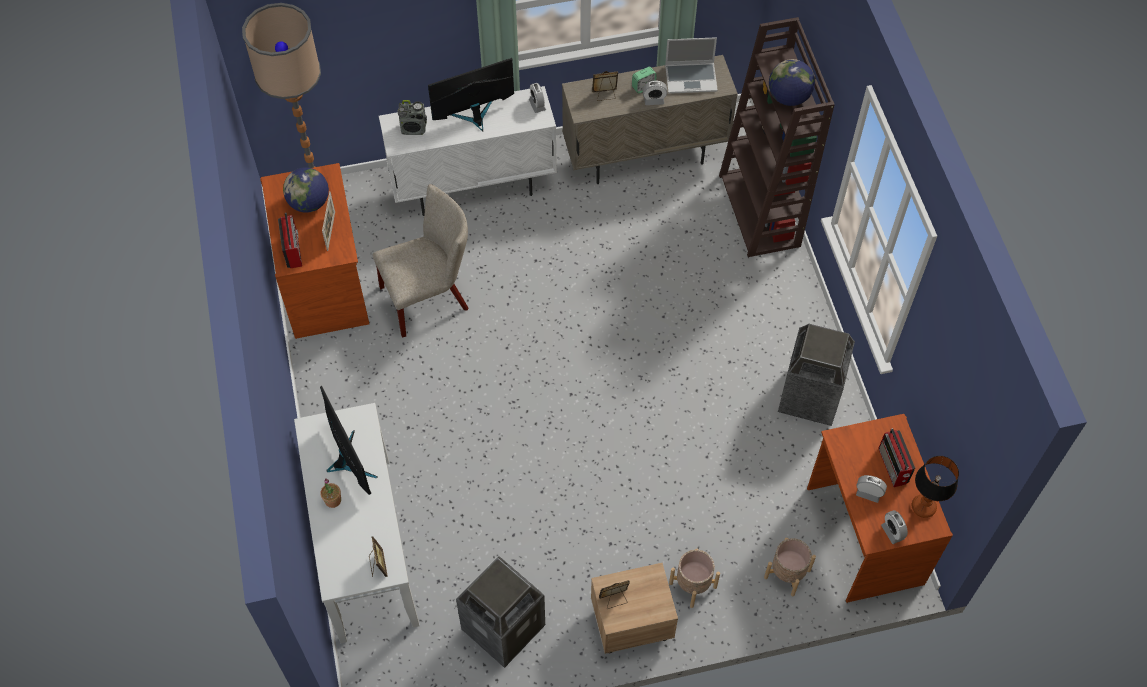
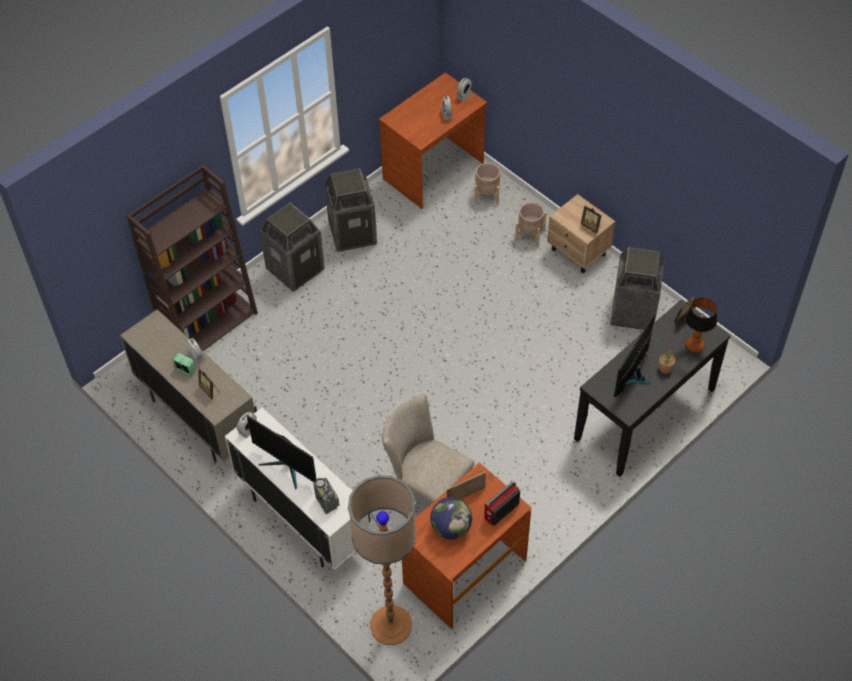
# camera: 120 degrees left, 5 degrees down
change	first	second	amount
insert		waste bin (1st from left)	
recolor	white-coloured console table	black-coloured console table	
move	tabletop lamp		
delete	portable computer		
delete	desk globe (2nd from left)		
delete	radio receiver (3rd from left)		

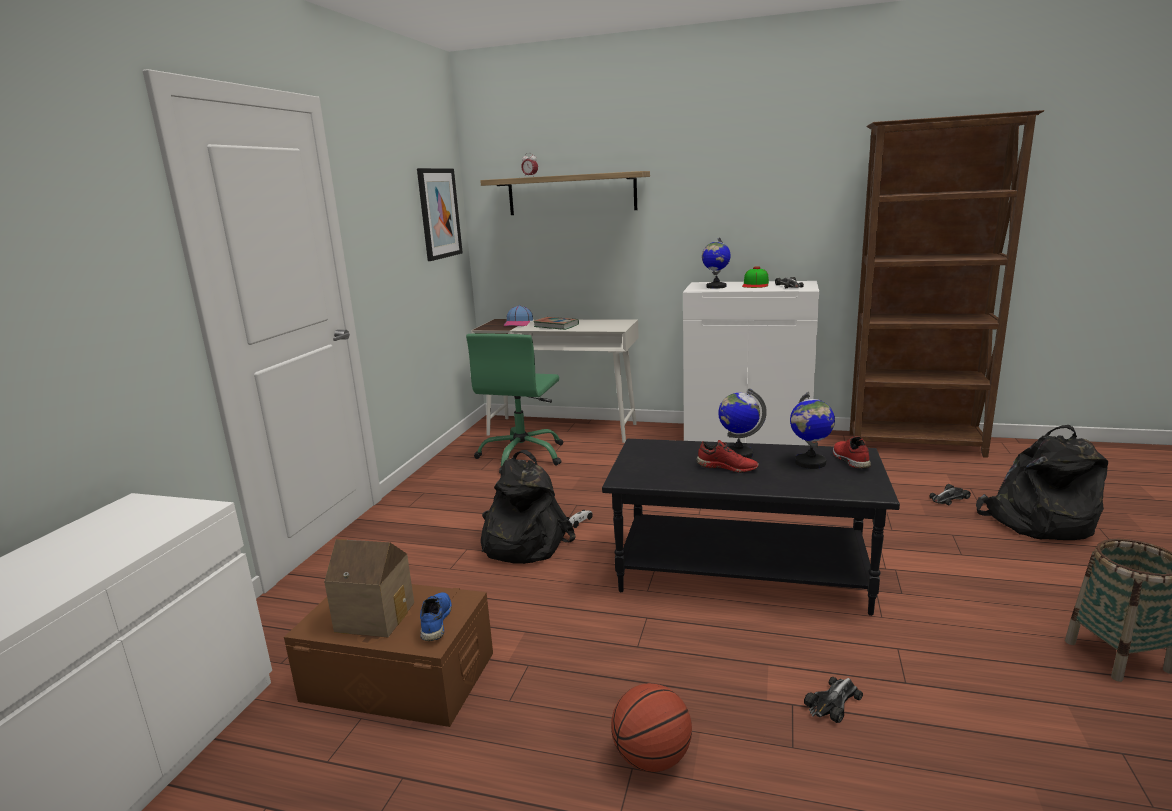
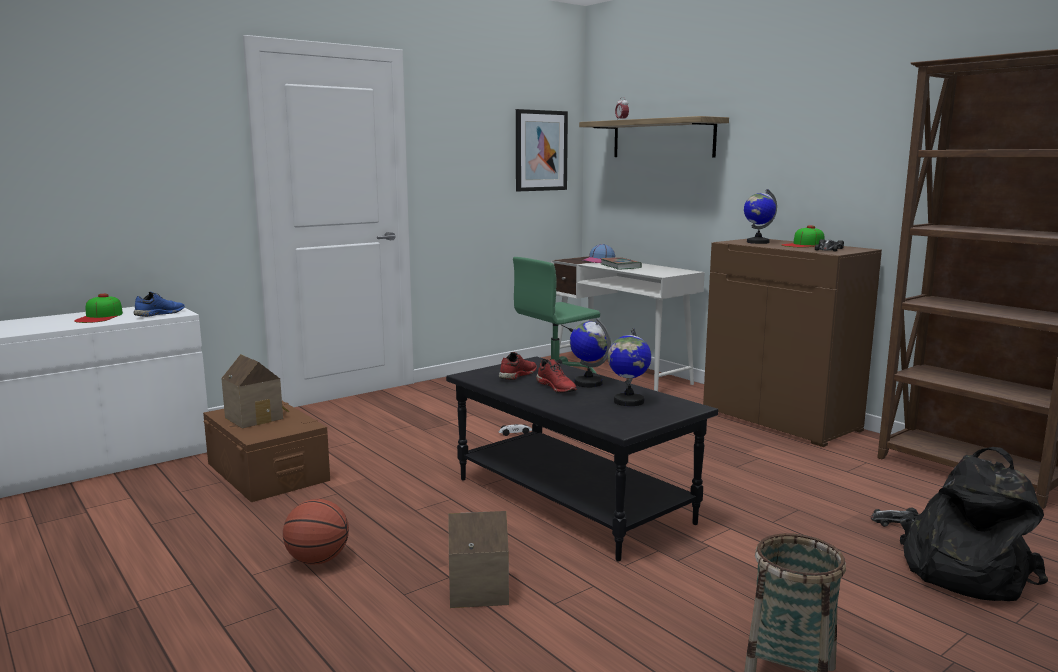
# camera: 35 degrees right, 5 degrees down
change	first	second	amount
insert		peaked cap (1st from left)	
move	bluish shoe		
replace	miniature car (3rd from left)	toy house (2nd from left)	
move	red shoe (2nd from left in the first image)	red shoe (1st from left)	
recolor	white-coloured storage cabinet	brown storage cabinet	
delete	black-coloured knapsack (1st from left)		

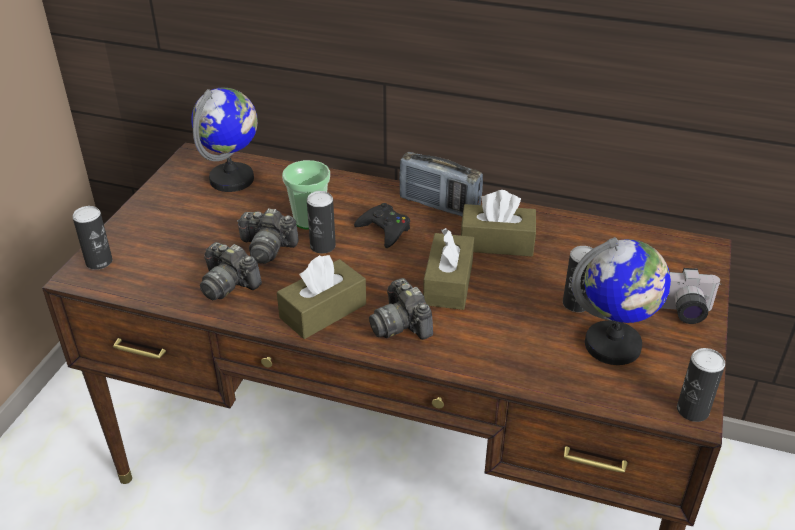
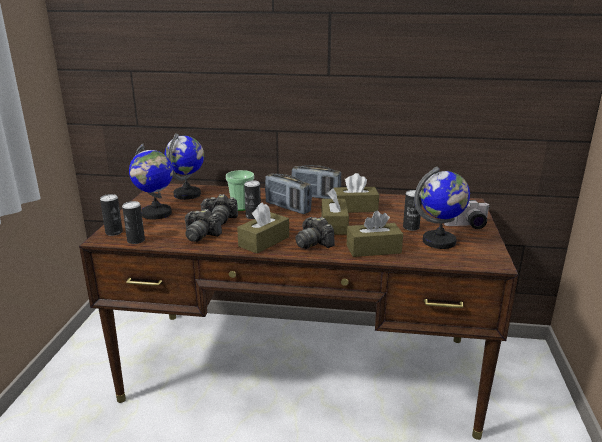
# camera: 10 degrees left, 15 degrees down
change	first	second	amount
move	sealed can (4th from left in the first image)	sealed can (2nd from left)	
insert		desk globe (1st from left)	
replace	black-coloured gamepad	radio receiver (1st from left)	
insert		brown box of tissues (4th from left)	

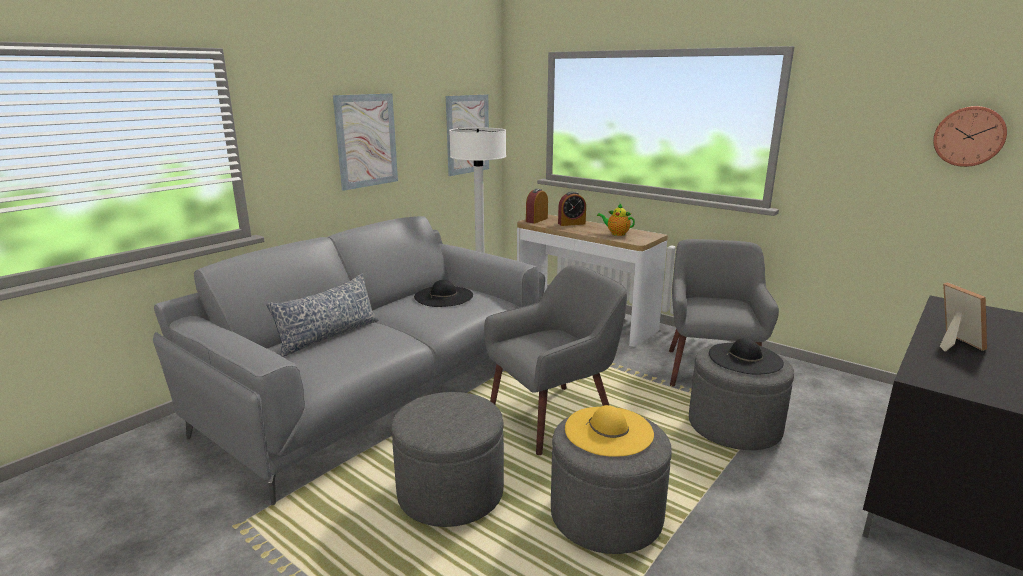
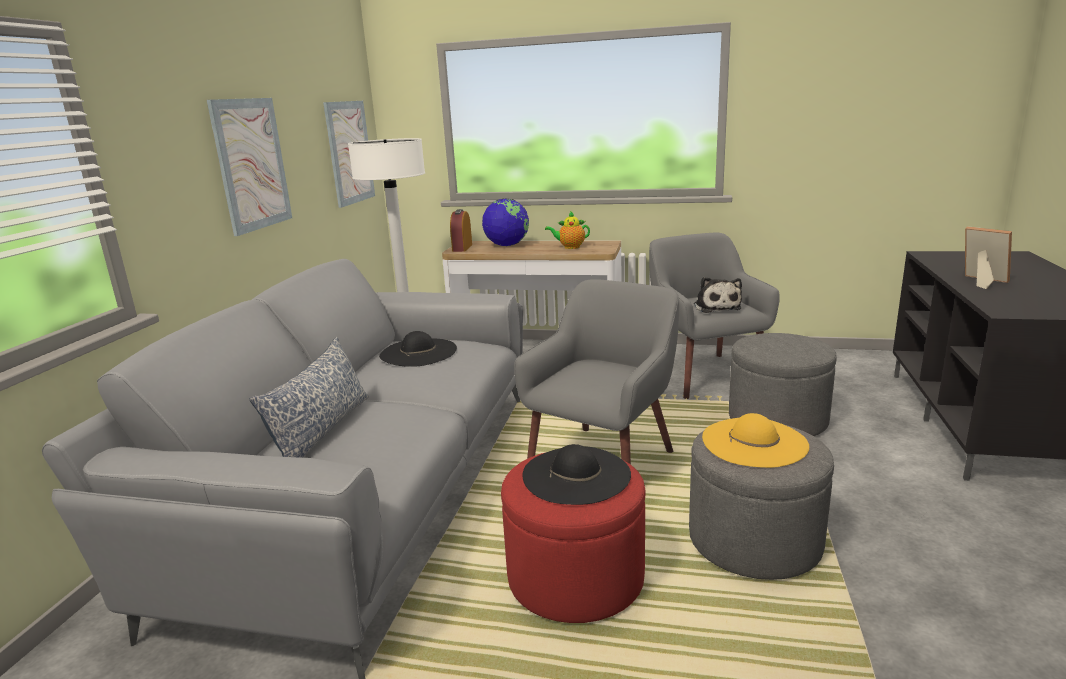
# camera: 25 degrees left, 0 degrees up
change	first	second	amount
replace	alarm clock (2nd from left)	desk globe	
recolor	gray footrest (1st from left)	red footrest	
move	black-coloured hat (2nd from left)		
insert		soft toy	
delete	clock on the wall		

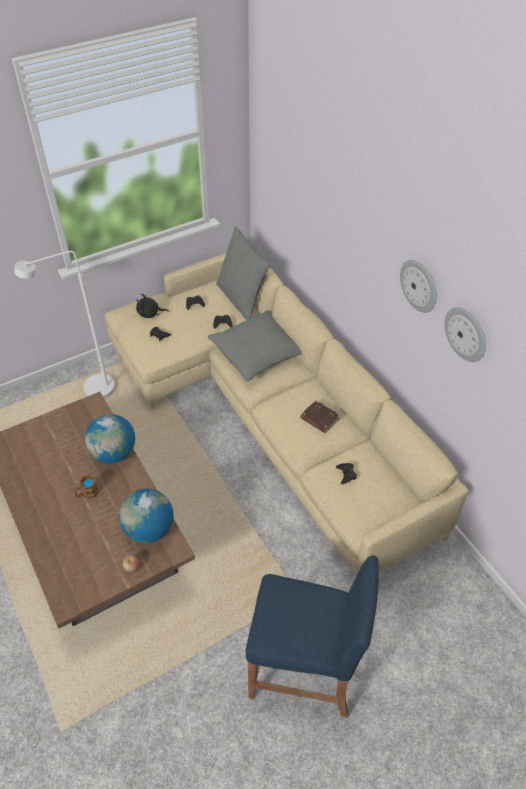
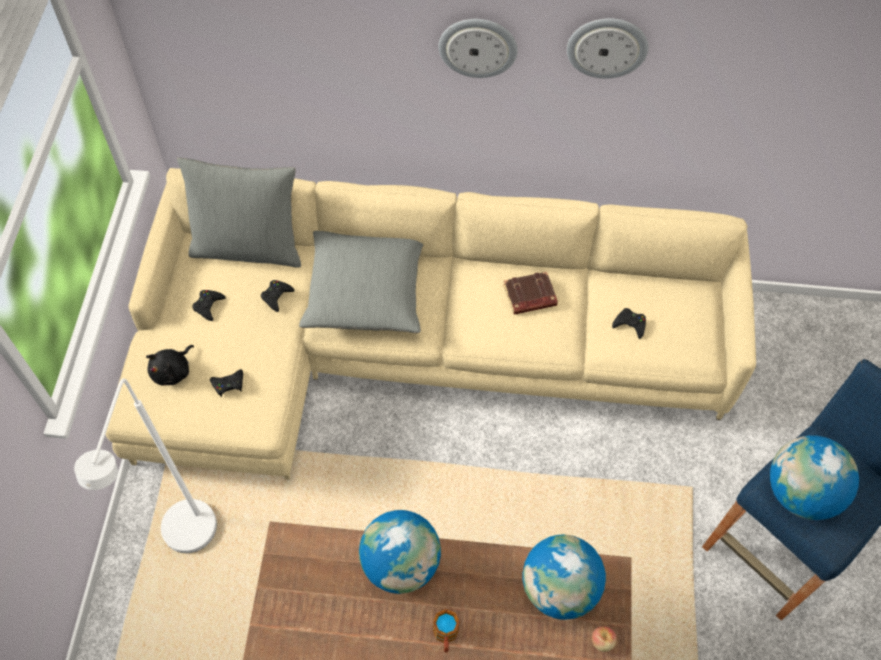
# camera: 55 degrees left, 10 degrees up
change	first	second	amount
move	clock on the wall (2nd from left in the first image)	clock on the wall (1st from left)	
insert		desk globe (3rd from left)	

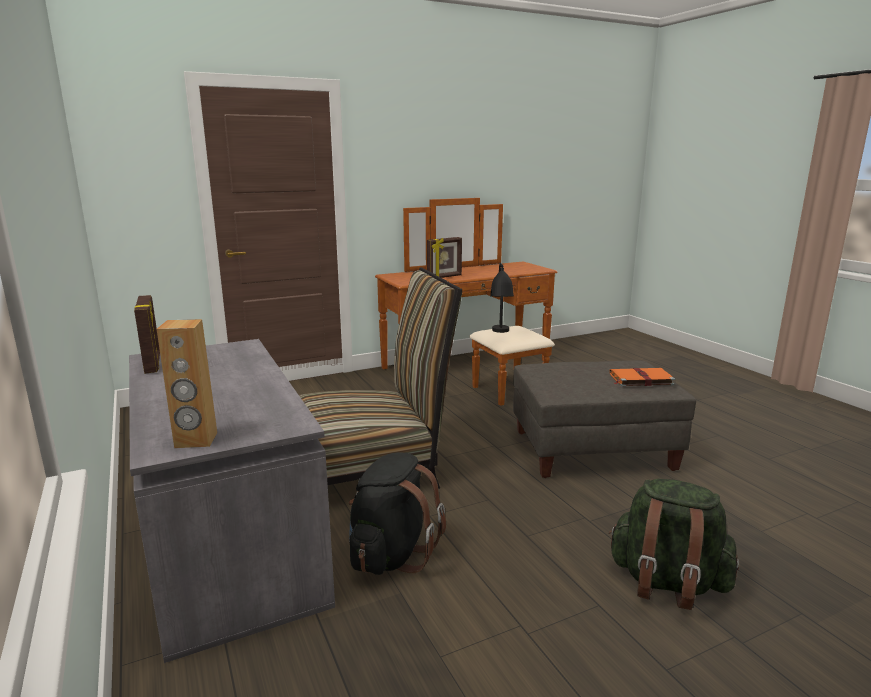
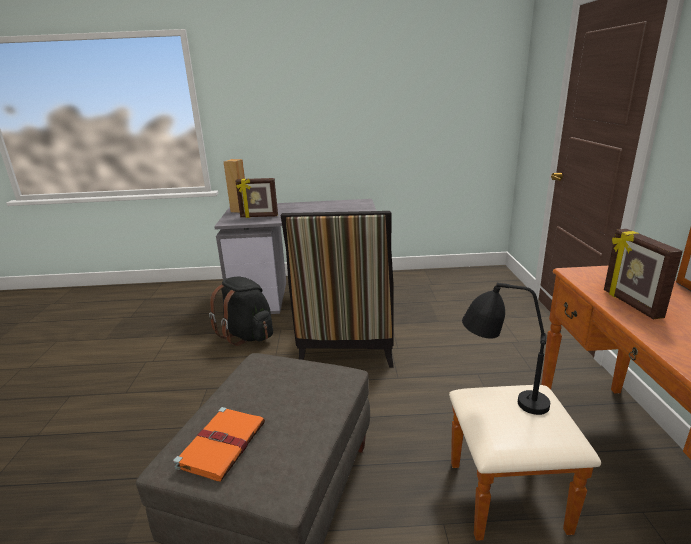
# camera: 115 degrees right, 5 degrees up
change	first	second	amount
move	picture frame (1st from left)		
delete	green-coloured knapsack		

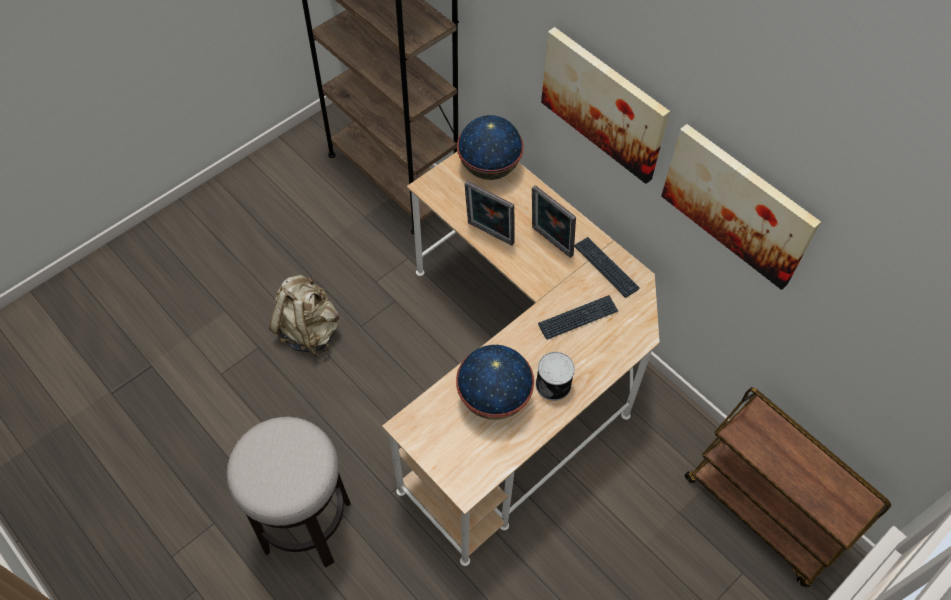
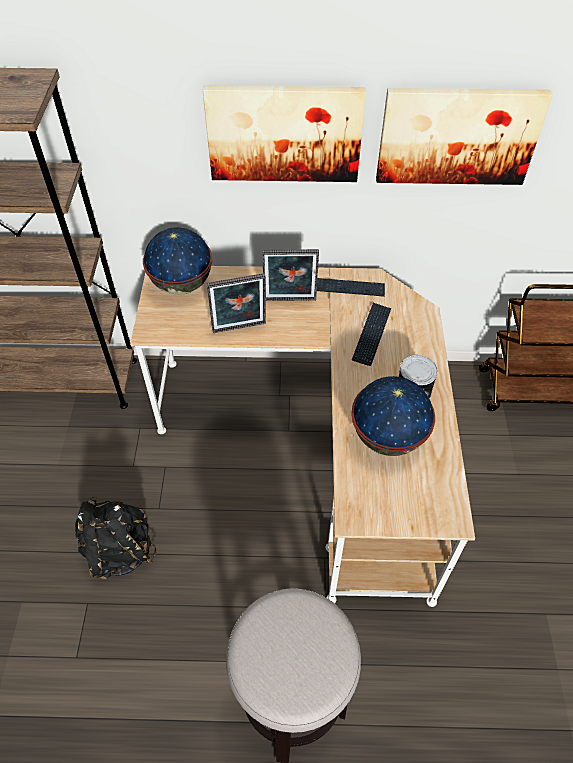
# camera: 45 degrees left, 5 degrees down
change	first	second	amount
recolor	beige knapsack	black-coloured knapsack	

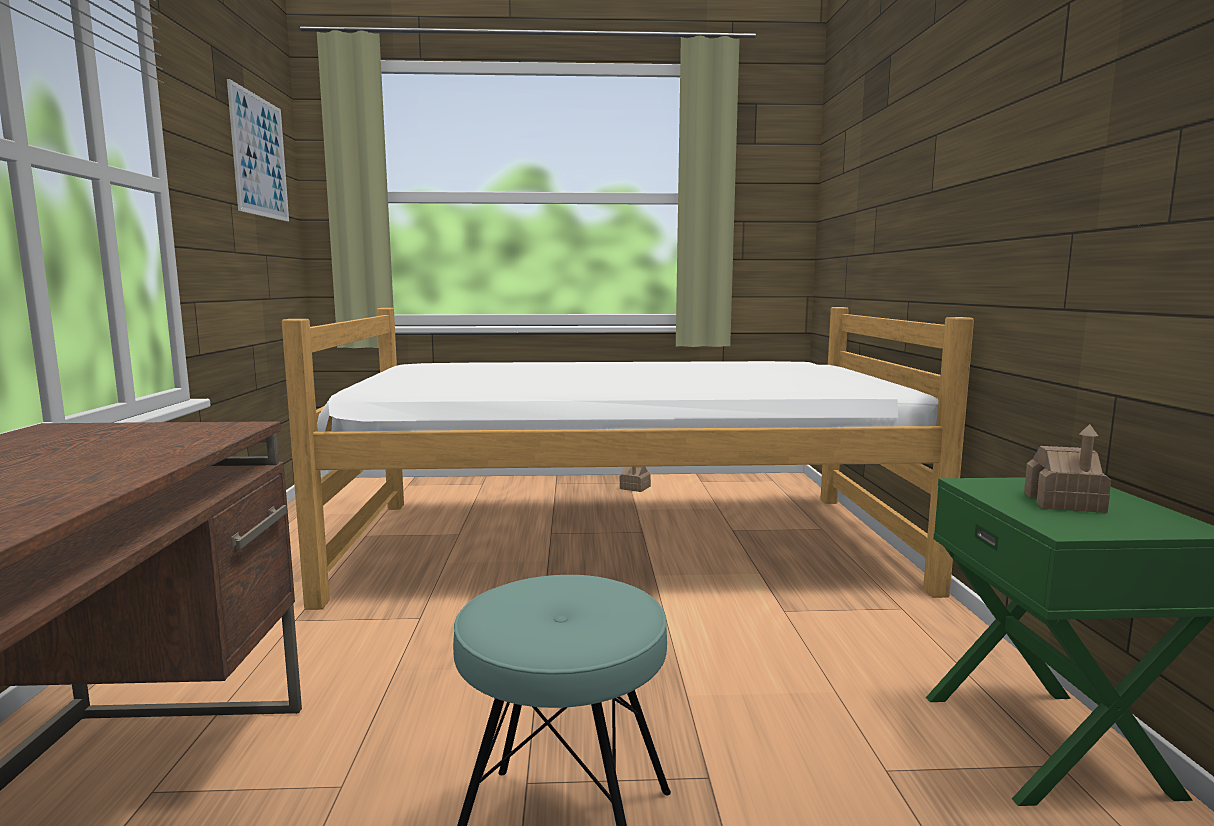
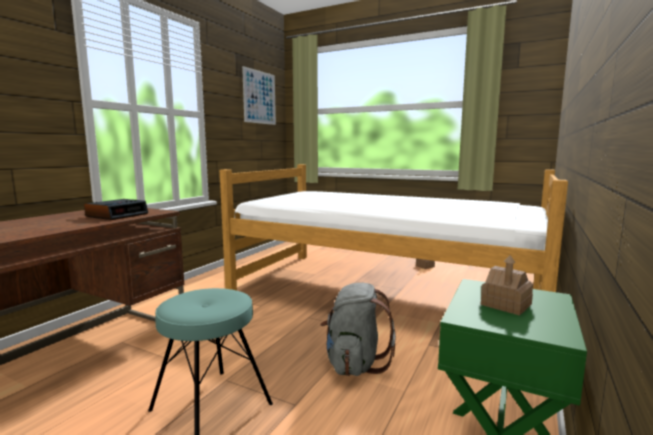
# camera: 30 degrees right, 0 degrees up
change	first	second	amount
insert		alarm clock	
insert		gray knapsack	

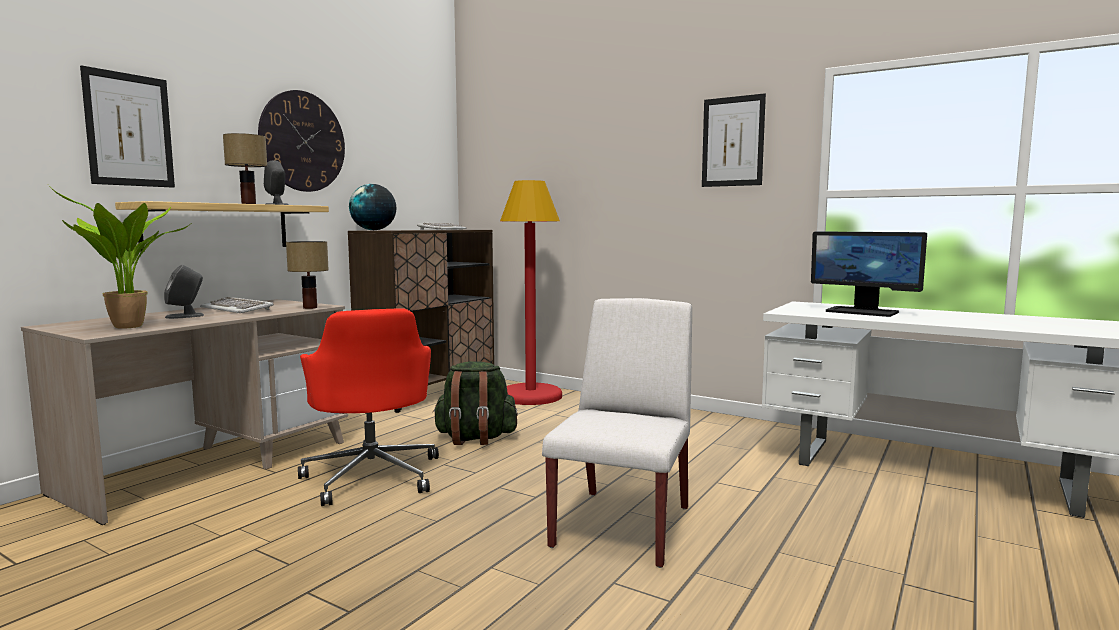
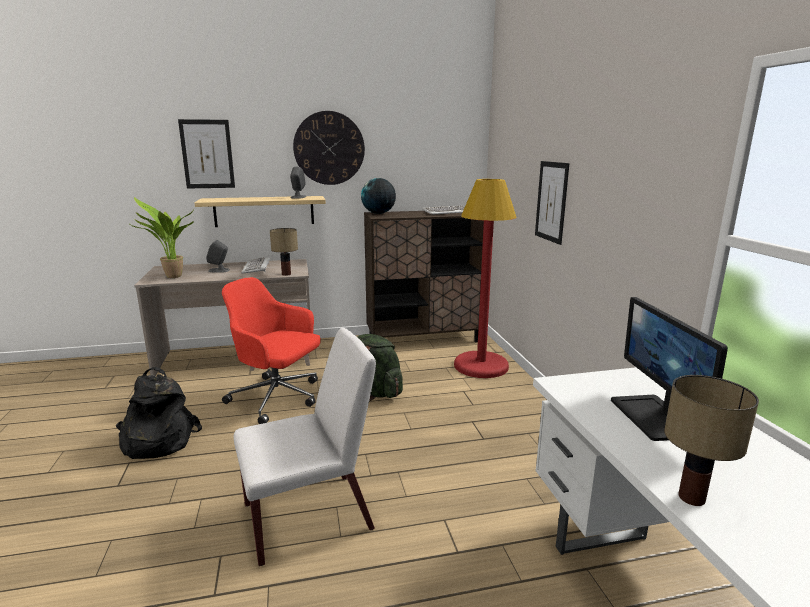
# camera: 45 degrees right, 10 degrees up
change	first	second	amount
insert		black-coloured knapsack	
rotate	red computer chair		90 degrees clockwise
move	wall art (2nd from left)		
move	tabletop lamp (1st from left in the first image)	tabletop lamp (2nd from left)	

